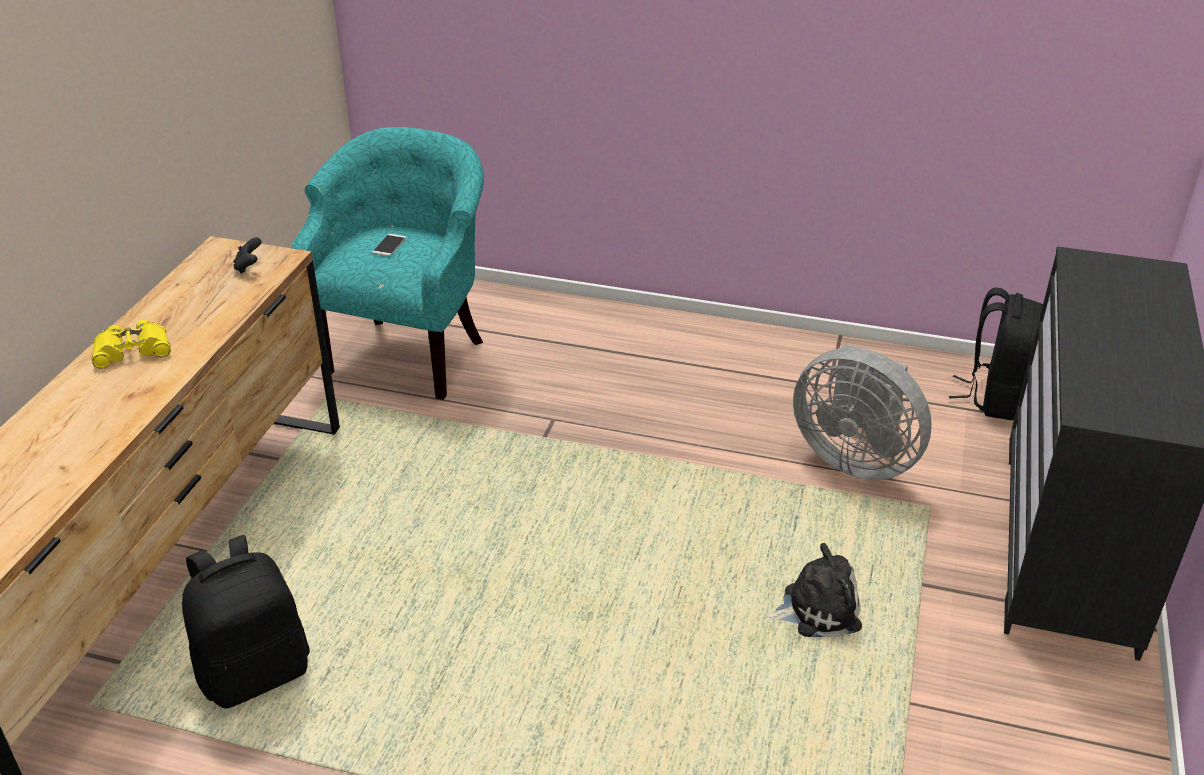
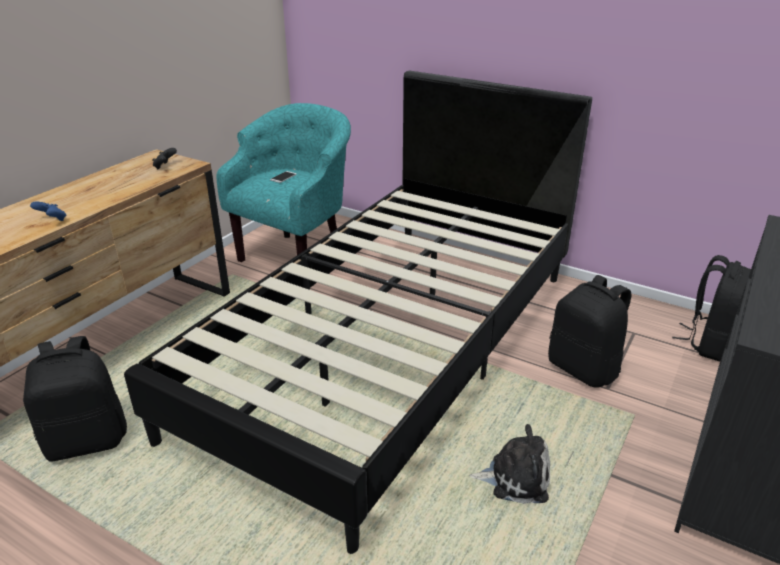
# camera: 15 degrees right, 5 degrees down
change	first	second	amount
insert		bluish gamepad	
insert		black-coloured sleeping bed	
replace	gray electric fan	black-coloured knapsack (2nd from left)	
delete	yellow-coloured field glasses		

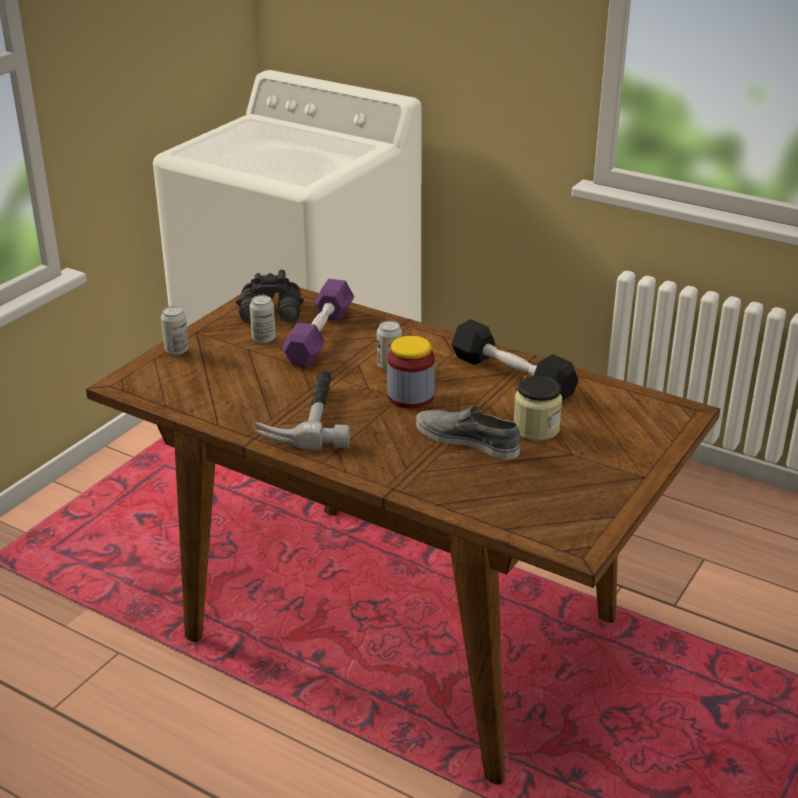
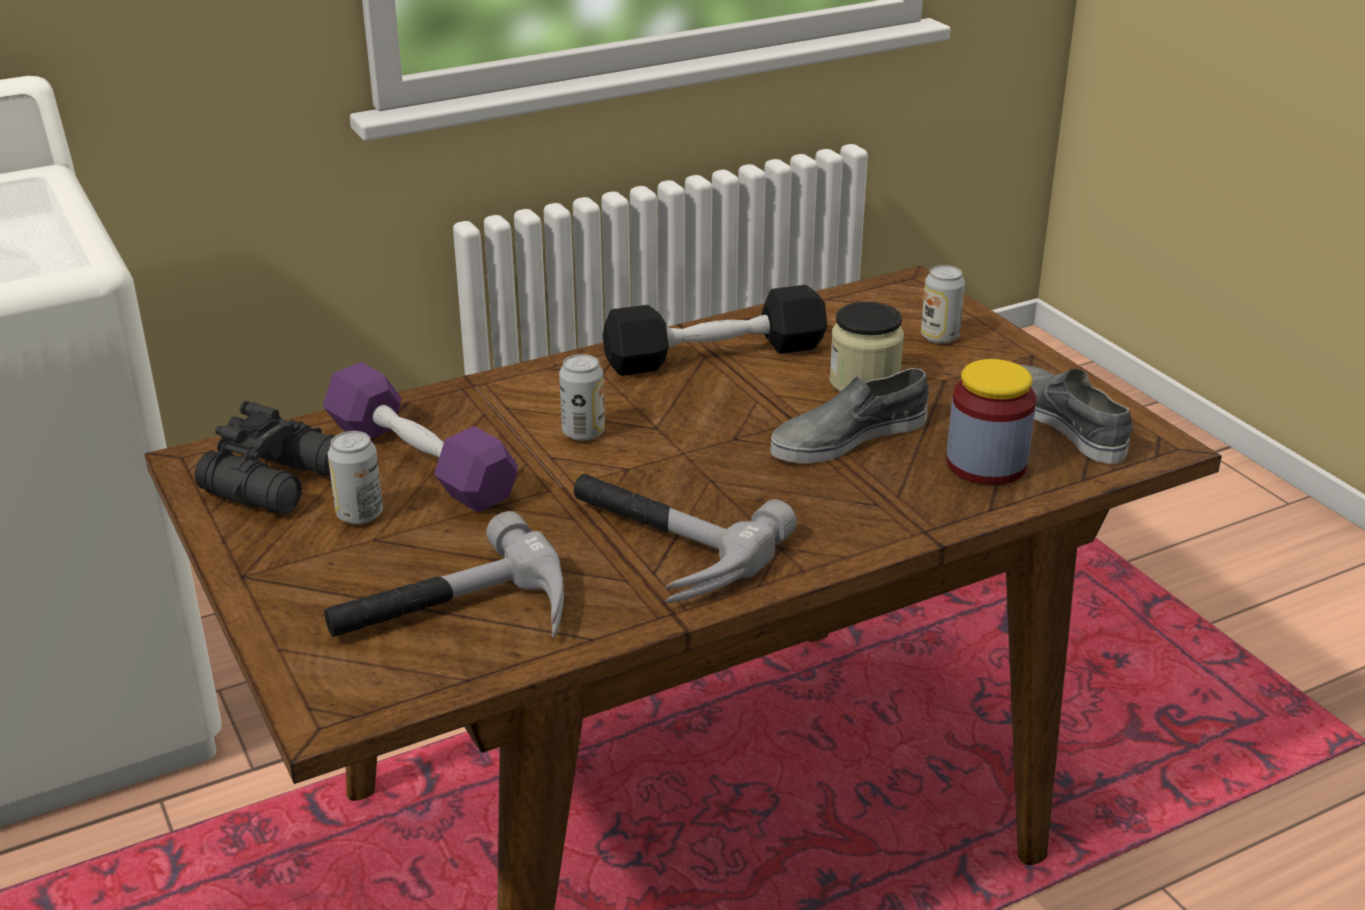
# camera: 60 degrees left, 0 degrees up
change	first	second	amount
insert		hammer (1st from left)	
move	sealed can (1st from left in the first image)	sealed can (3rd from left)	
move	storage jar (1st from left in the first image)	storage jar (2nd from left)	
insert		gray shoe (2nd from left)	

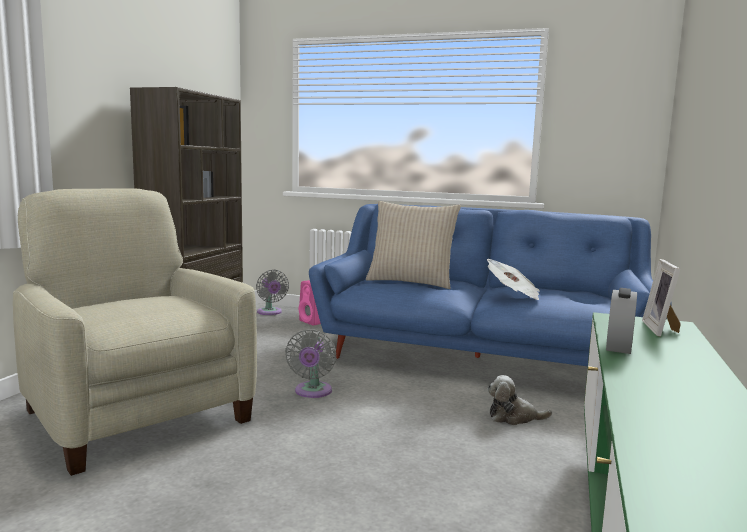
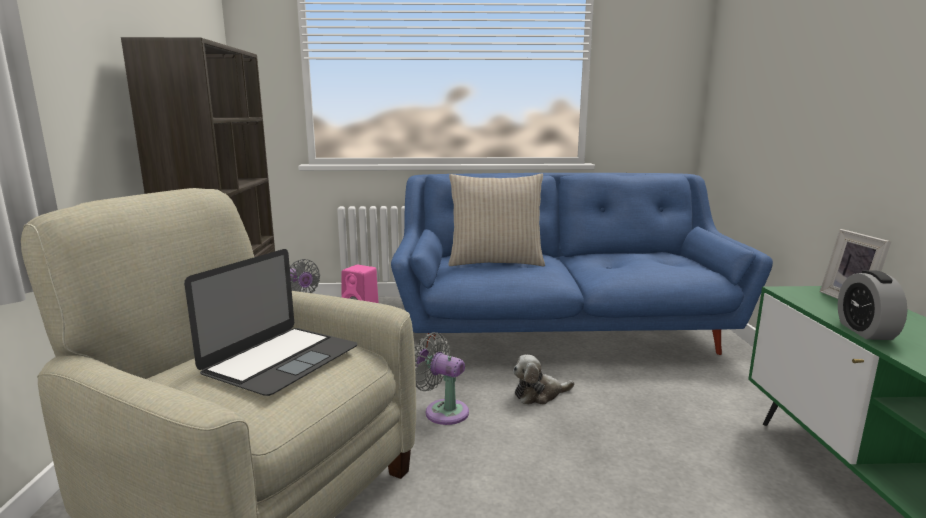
# camera: 20 degrees left, 5 degrees up
change	first	second	amount
insert		portable computer	
rotate	gray electric fan (2nd from left)		135 degrees clockwise
move	soft toy		
delete	newspaper		

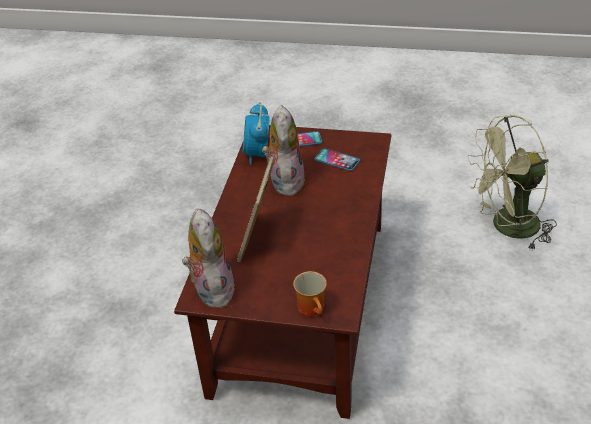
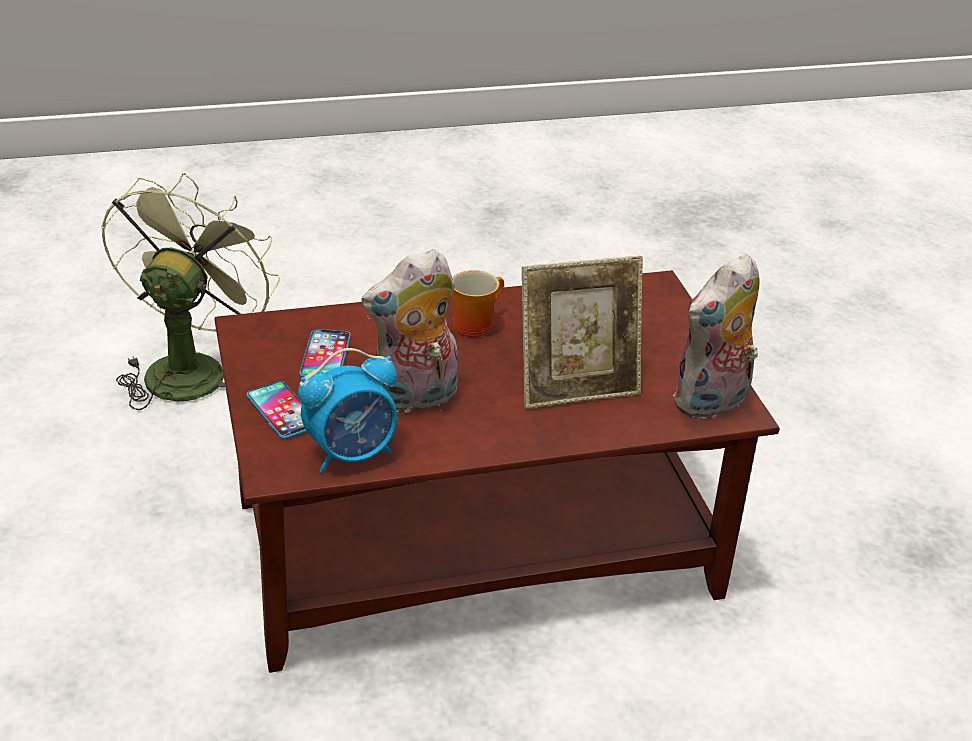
# camera: 120 degrees left, 5 degrees down
change	first	second	amount
rotate	green-coloured electric fan		120 degrees counterclockwise
move	tea mug		

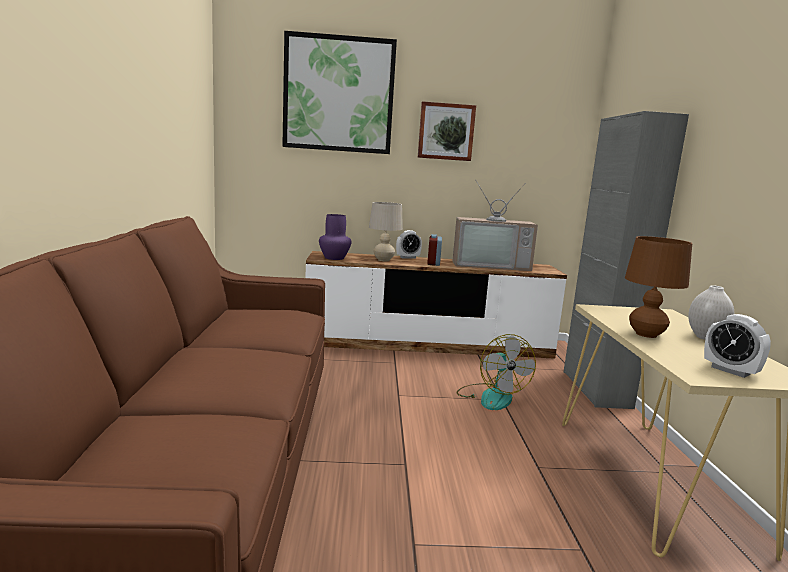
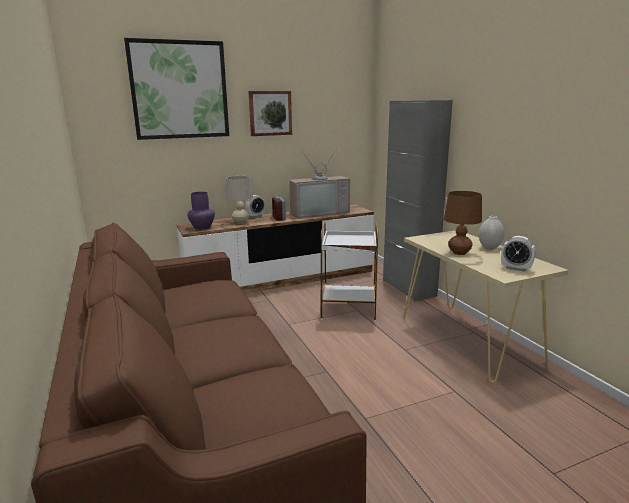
# camera: 20 degrees left, 5 degrees up
change	first	second	amount
replace	electric fan	white-coloured accent table	

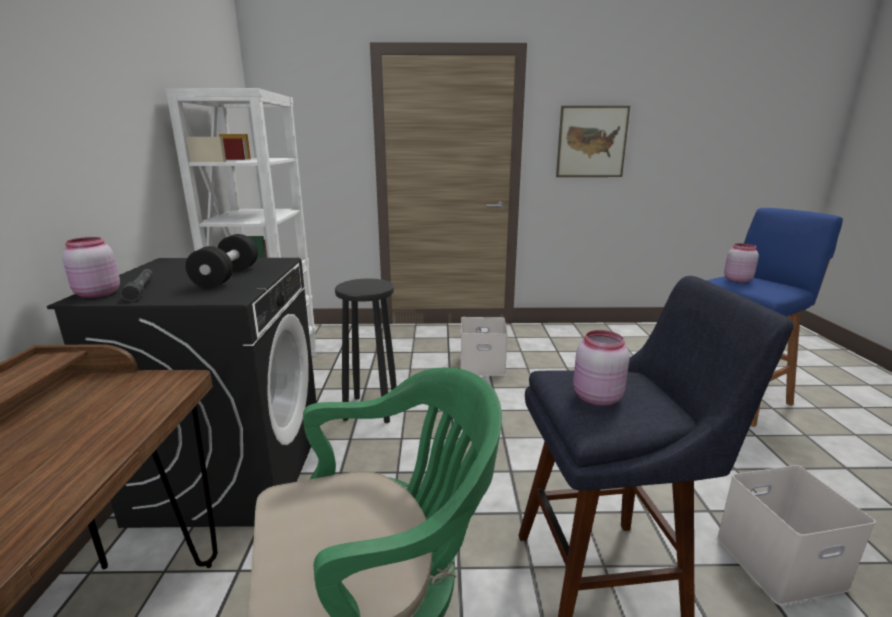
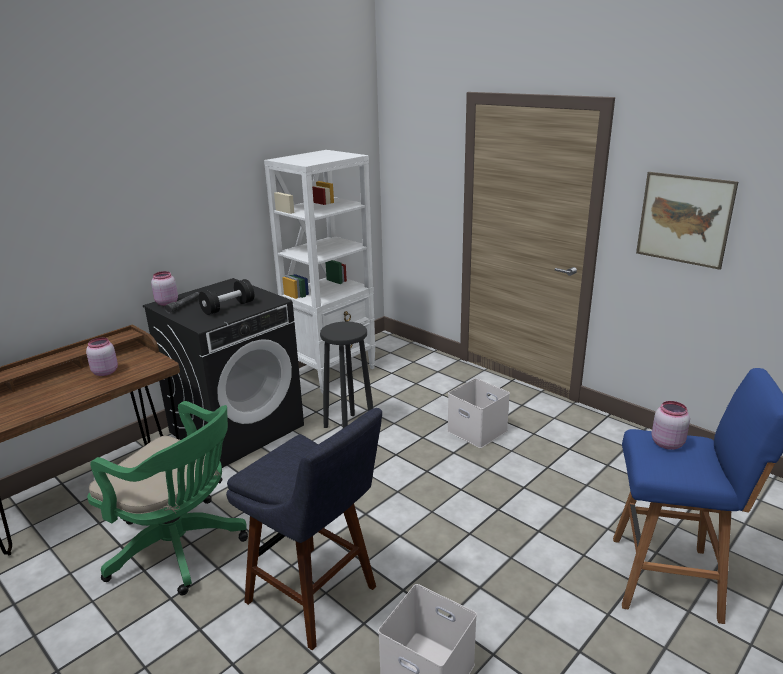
# camera: 45 degrees right, 5 degrees up
change	first	second	amount
move	pink-coloured storage jar (2nd from left in the first image)	pink-coloured storage jar (1st from left)	

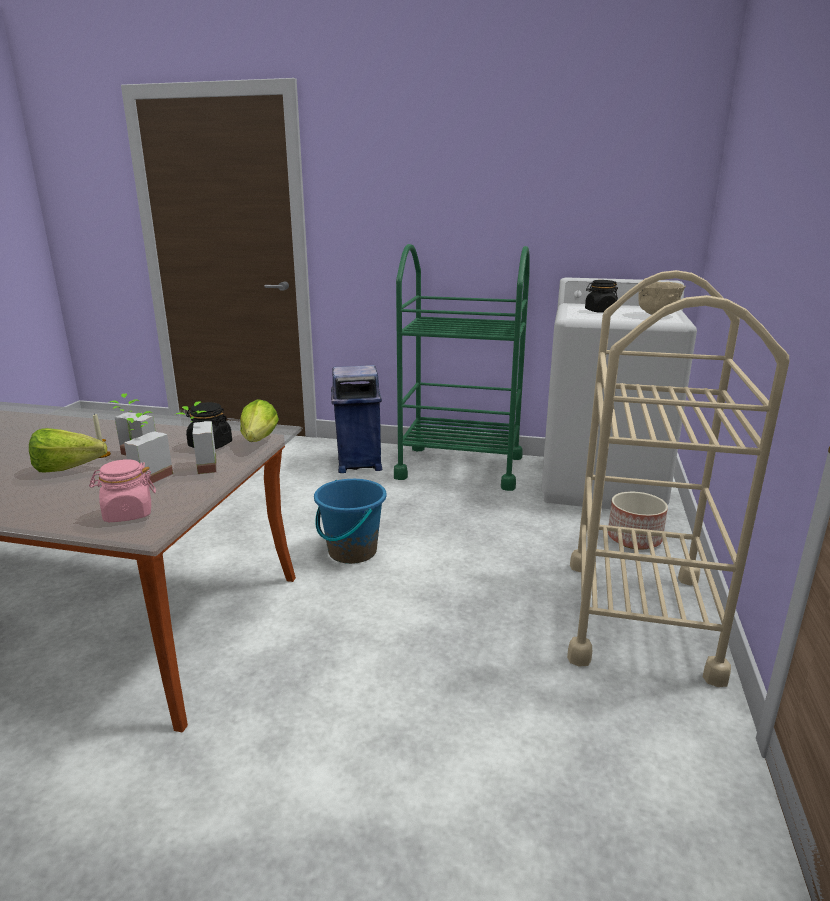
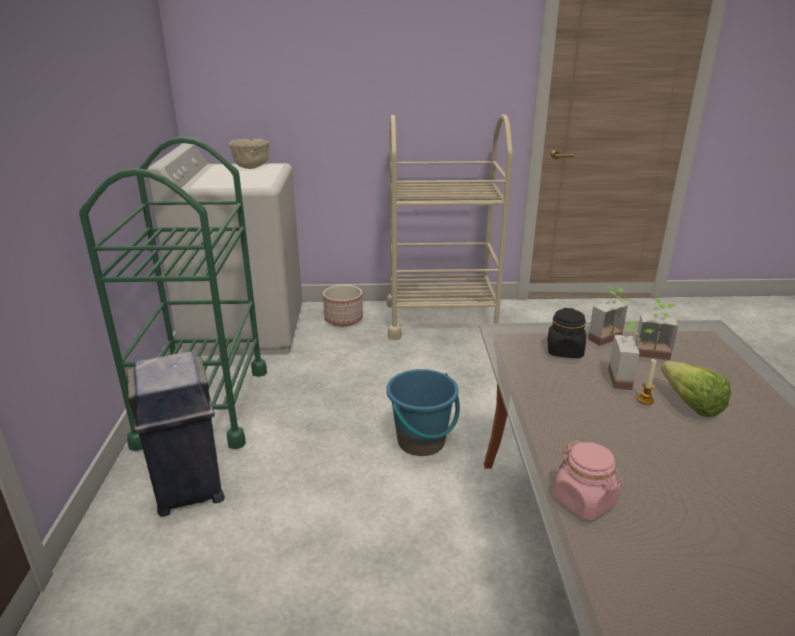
# camera: 105 degrees left, 5 degrees up
change	first	second	amount
move	pink-coloured storage jar		
delete	head of lettuce (2nd from left)		
delete	black-coloured storage jar (2nd from left)		

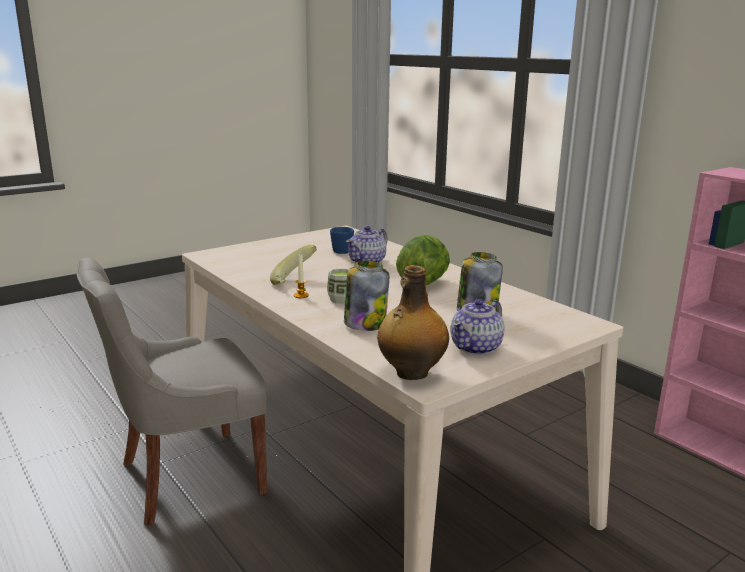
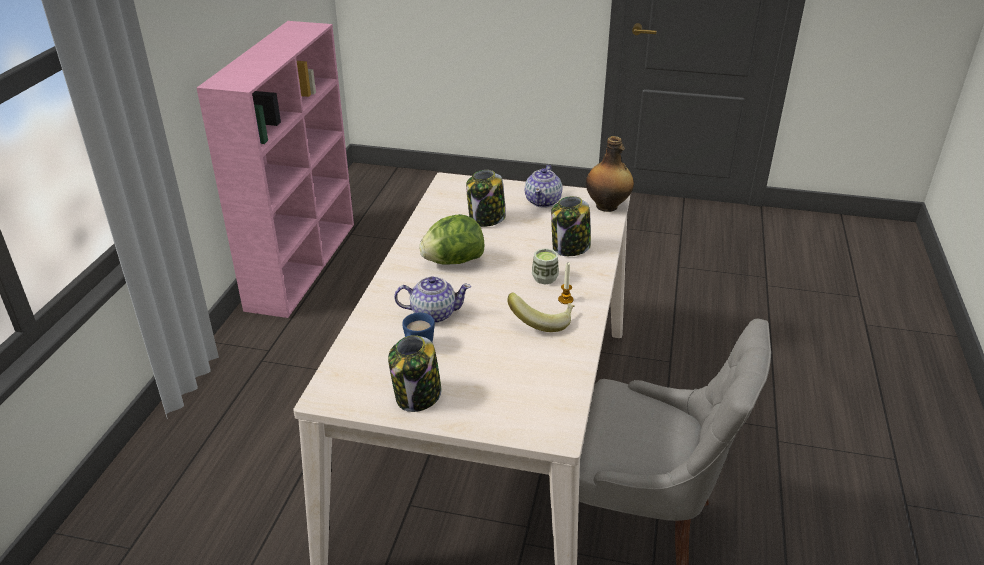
# camera: 130 degrees left, 15 degrees up
change	first	second	amount
insert		storage jar (1st from left)	
rotate	teapot (2nd from left)		105 degrees clockwise

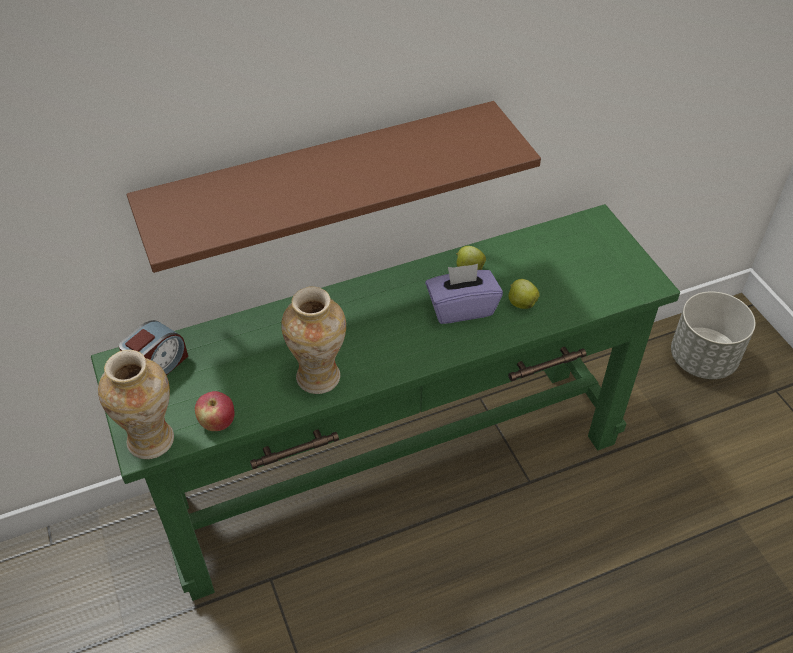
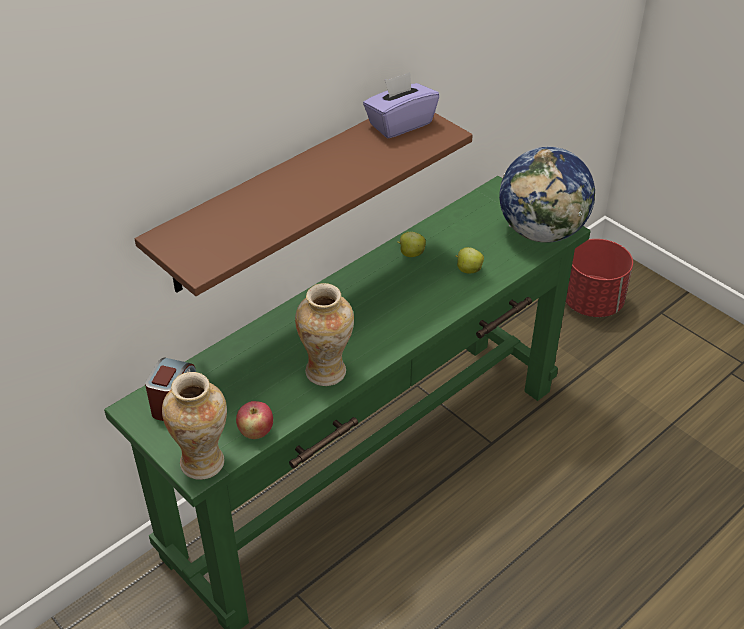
# camera: 20 degrees left, 5 degrees down
change	first	second	amount
move	purple-coloured box of tissues		
insert		desk globe	
recolor	gray flower pot	red flower pot	

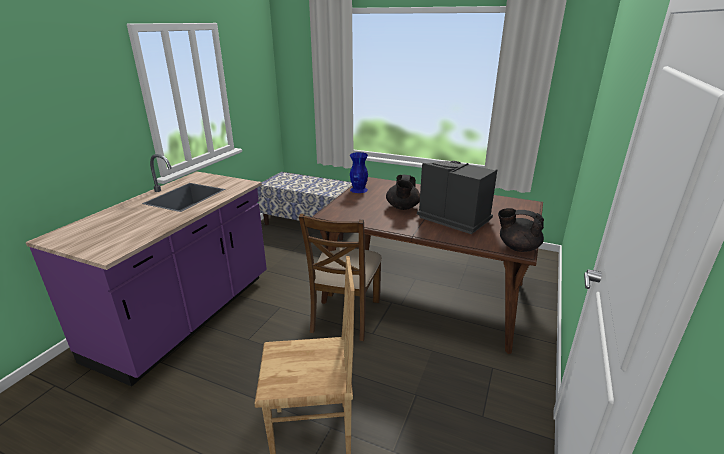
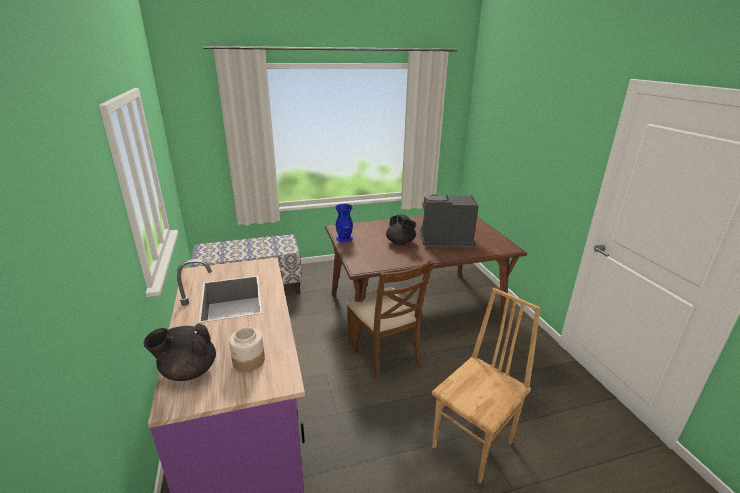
# camera: 40 degrees left, 0 degrees up
change	first	second	amount
move	black-coloured teapot (2nd from left in the first image)	black-coloured teapot (1st from left)	
insert		storage jar	

